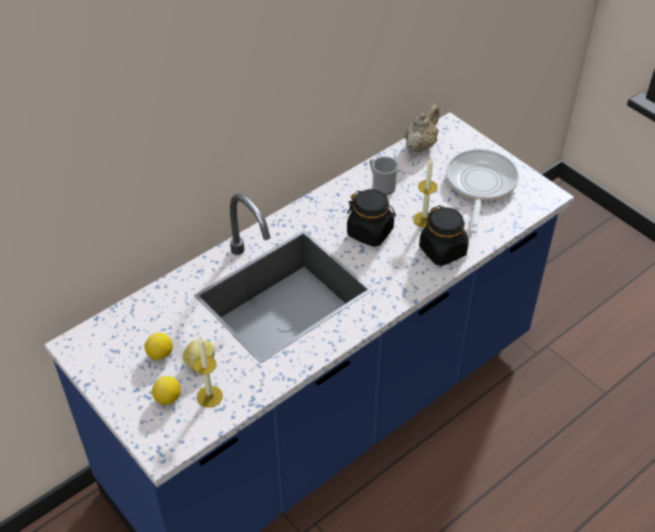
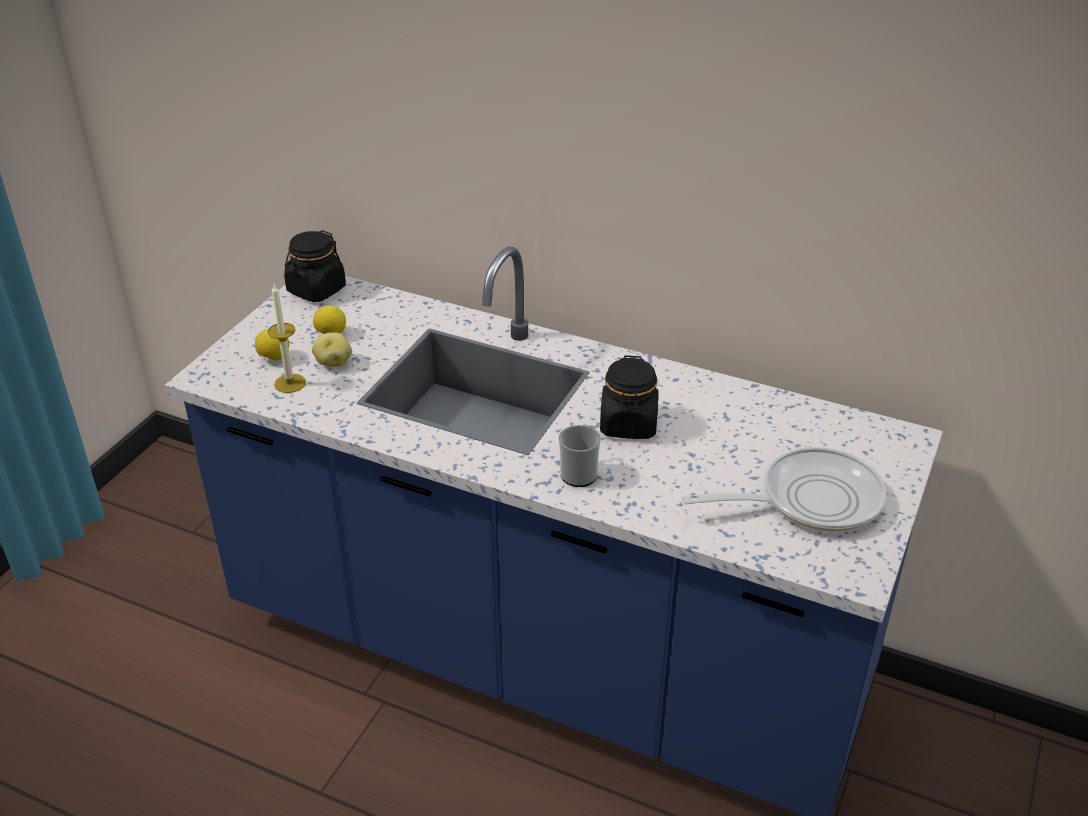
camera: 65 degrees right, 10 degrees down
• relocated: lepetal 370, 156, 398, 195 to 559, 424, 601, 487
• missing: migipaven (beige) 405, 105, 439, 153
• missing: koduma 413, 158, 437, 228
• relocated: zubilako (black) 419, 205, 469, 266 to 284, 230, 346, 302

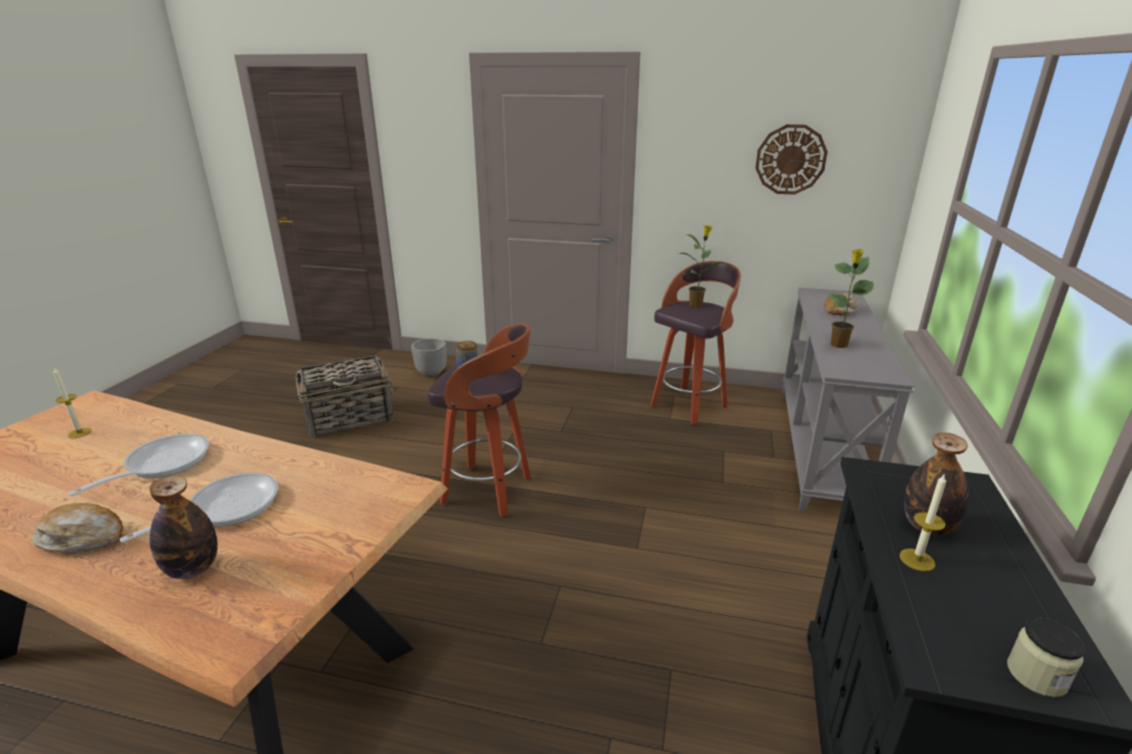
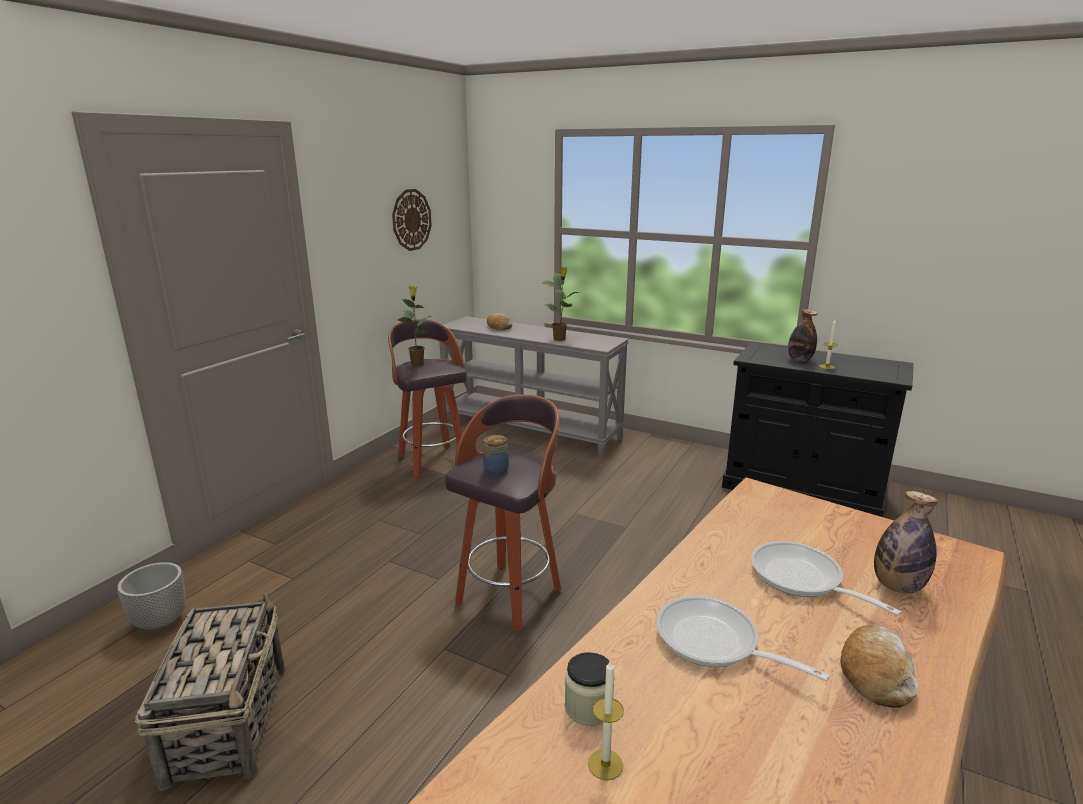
camera: 75 degrees left, 5 degrees down
• relocated: zubilako 1007, 618, 1085, 697 to 565, 652, 614, 726

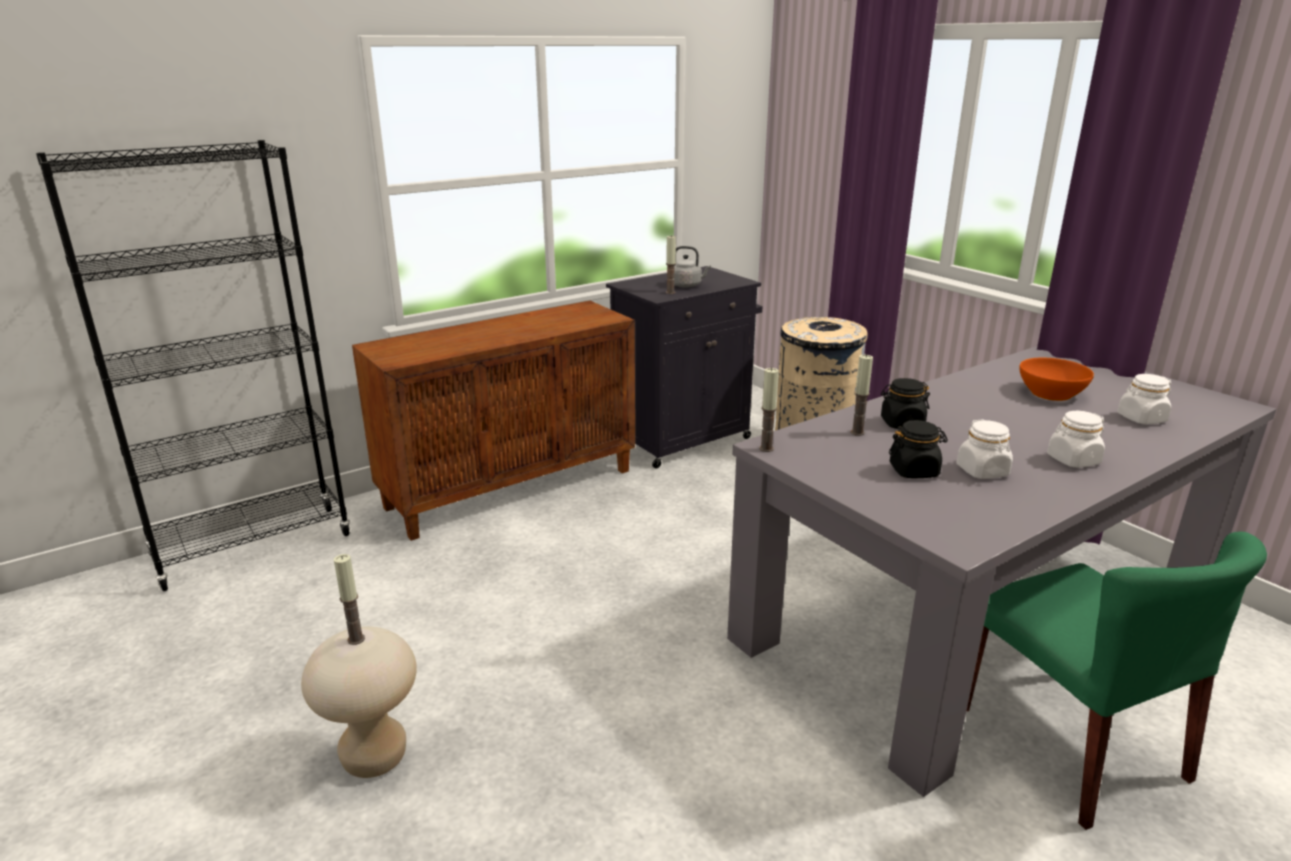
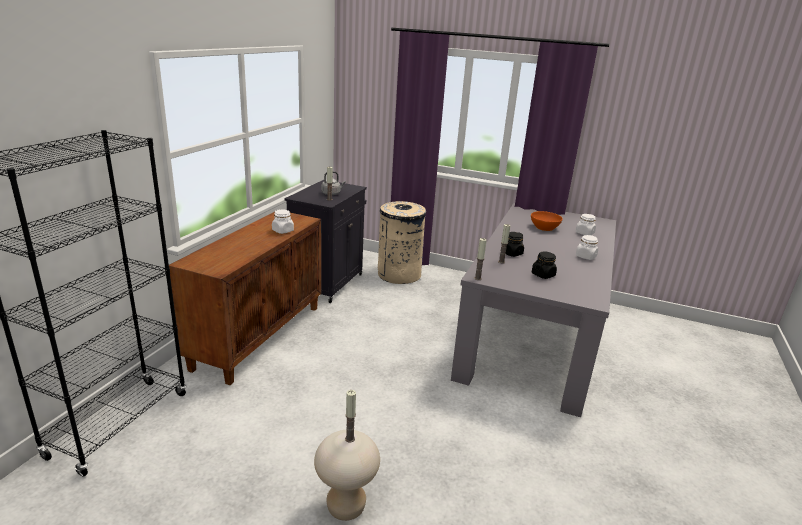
camera: 35 degrees left, 0 degrees up
• relocated: zubilako (white) 957, 419, 1013, 479 to 272, 210, 294, 234
• missing: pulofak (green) 966, 532, 1267, 830

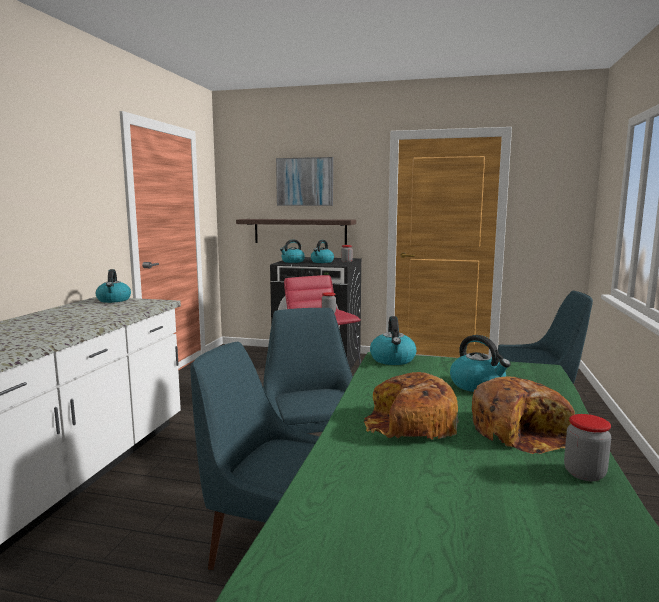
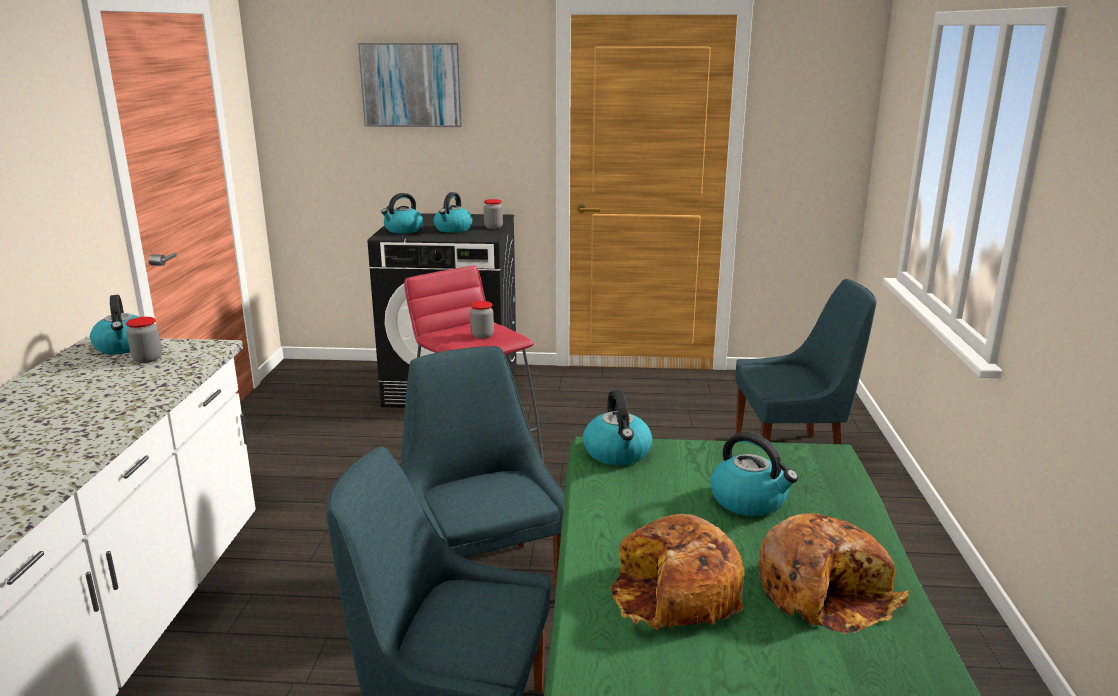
camera: 10 degrees left, 10 degrees up
• missing: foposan 236, 219, 356, 245
• relocated: zubilako 564, 414, 611, 481 to 126, 317, 162, 363

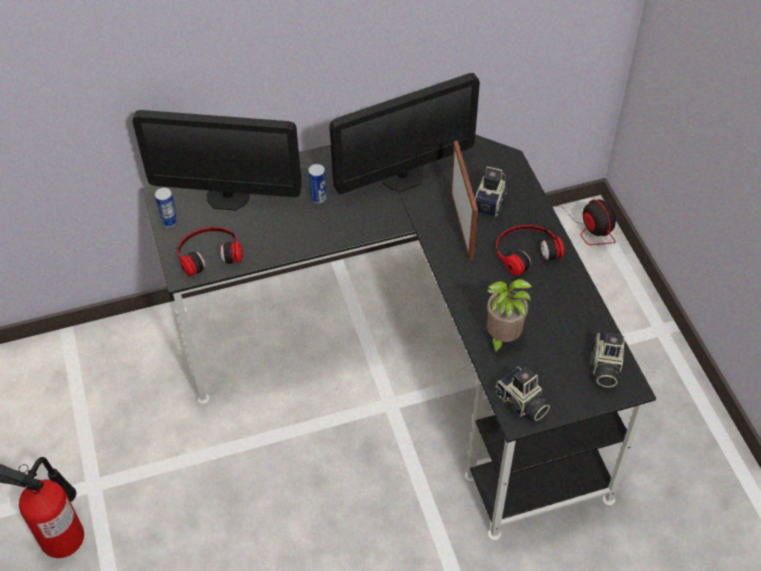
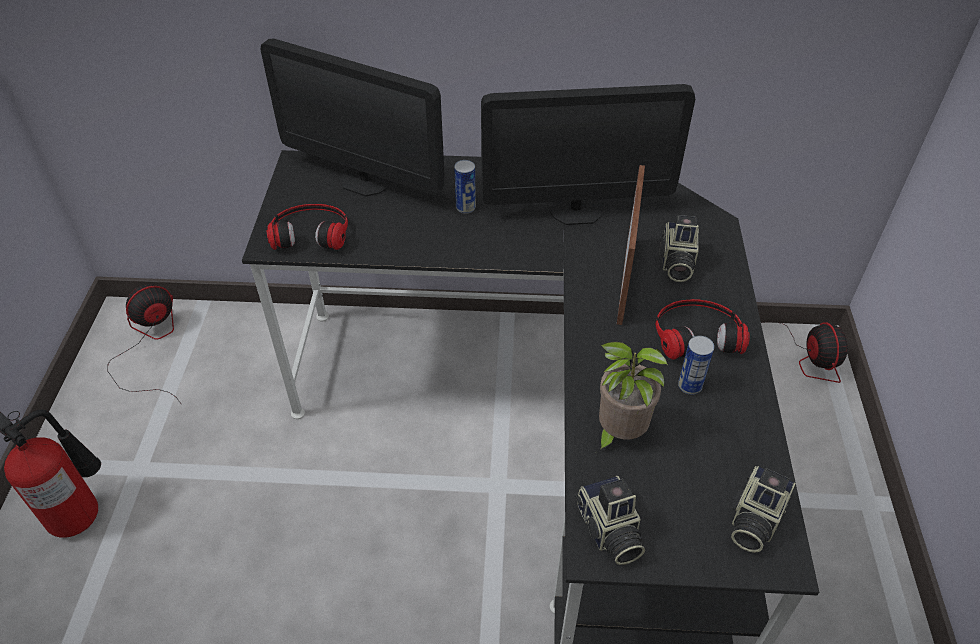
camera: 20 degrees right, 5 degrees down
• relocated: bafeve 155, 188, 178, 228 to 678, 336, 714, 395
• spun: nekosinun 475, 166, 508, 217 = 659, 215, 699, 282 150 degrees clockwise
• appeared: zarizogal 107, 284, 181, 404

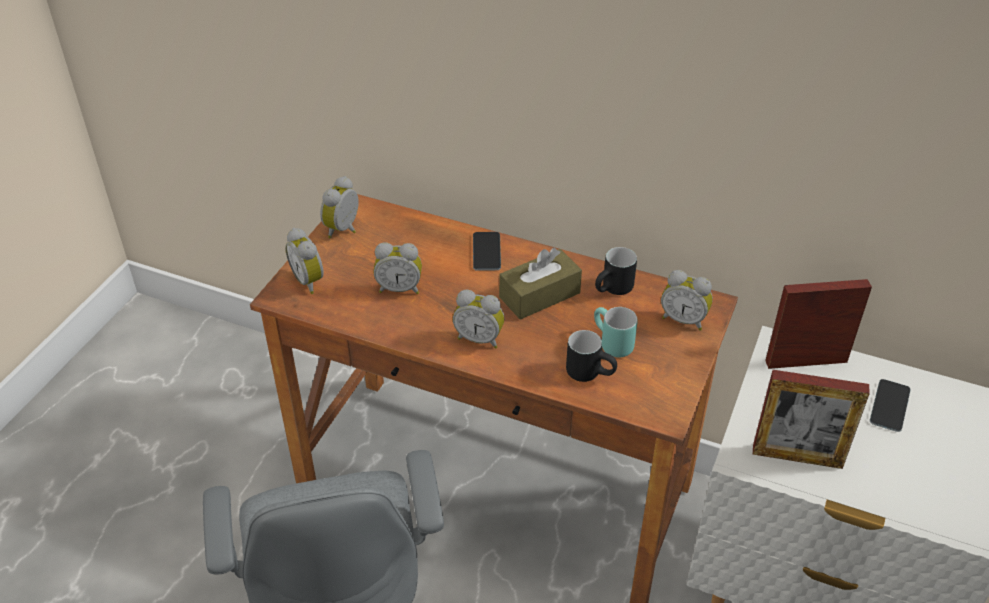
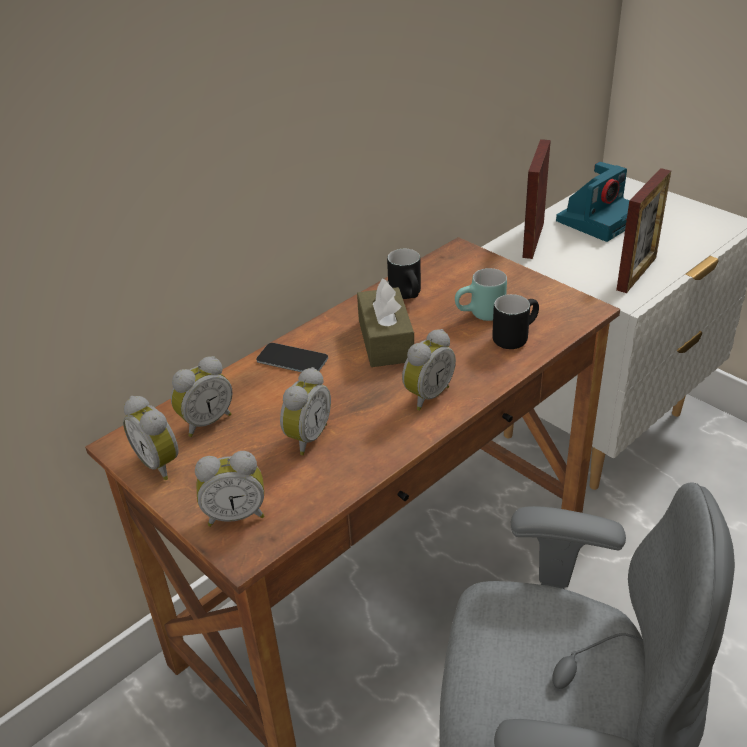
camera: 65 degrees left, 5 degrees down
• relocated: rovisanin 661, 270, 713, 331 to 171, 356, 232, 437
• exchanged: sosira 870, 379, 910, 432 to nekosinun 556, 162, 629, 242

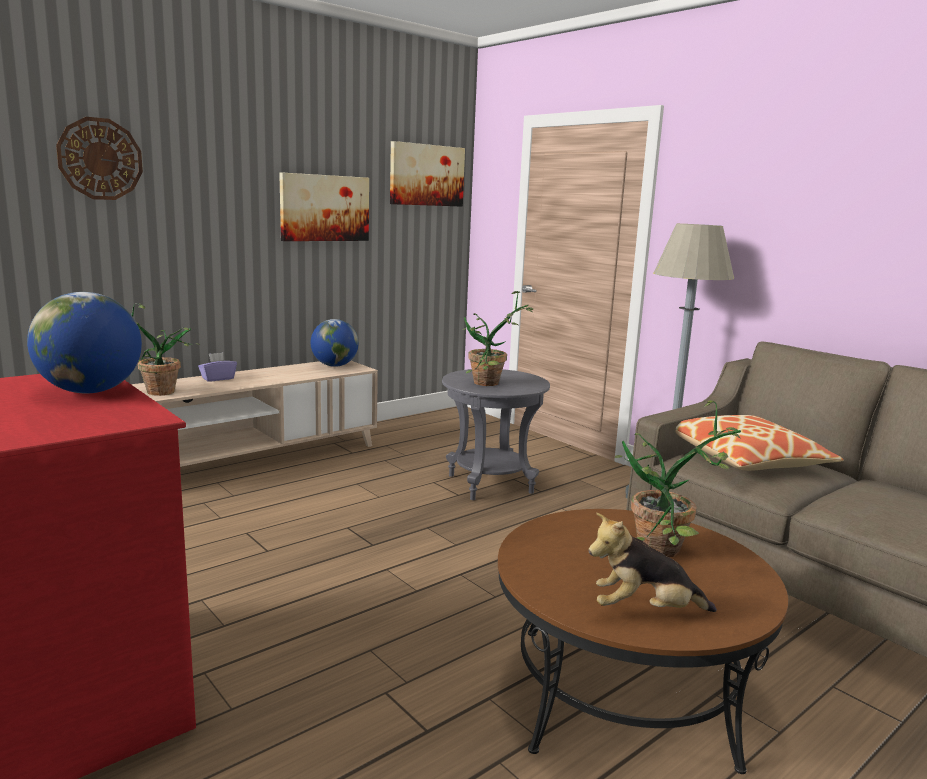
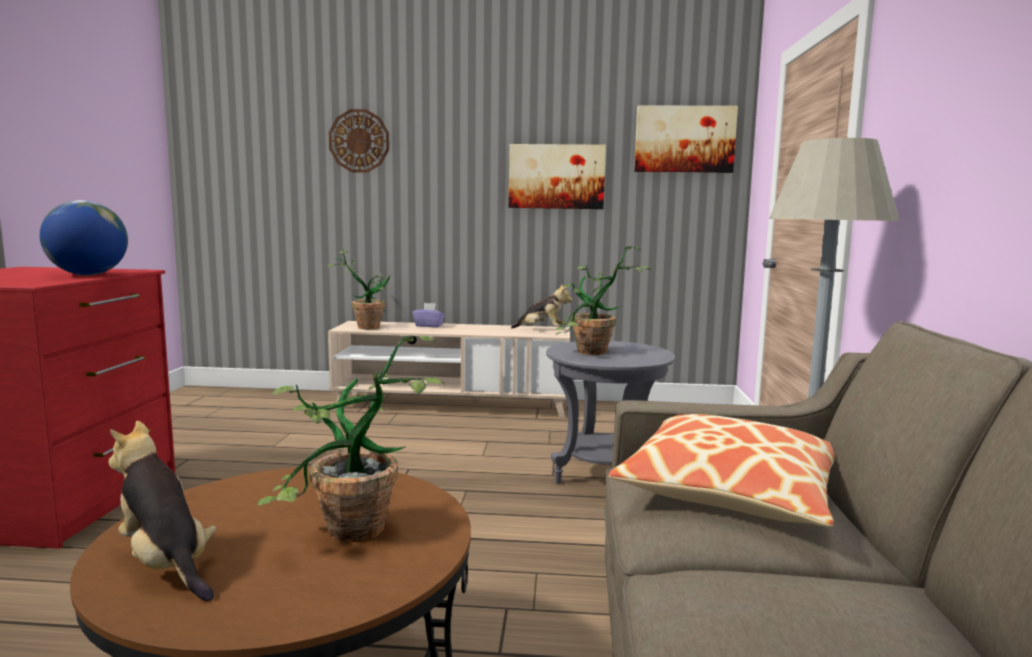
camera: 45 degrees right, 5 degrees down
• exchanged: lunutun 311, 319, 359, 367 to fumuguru 511, 285, 573, 329

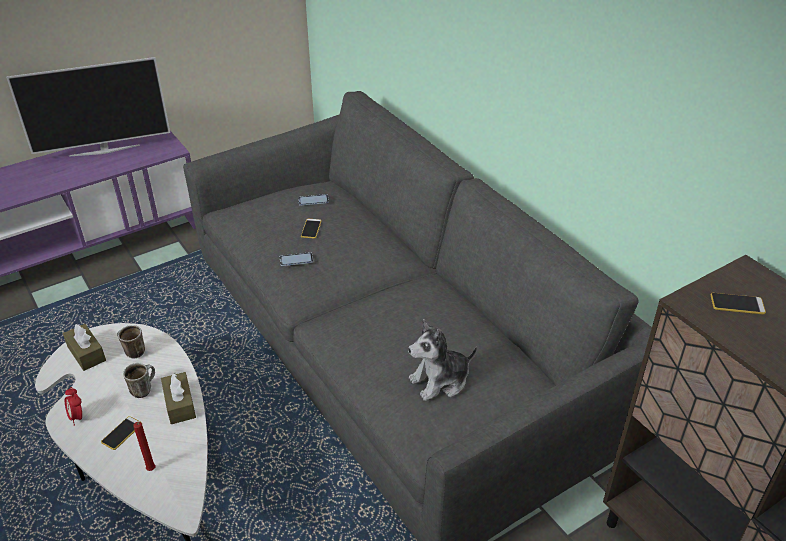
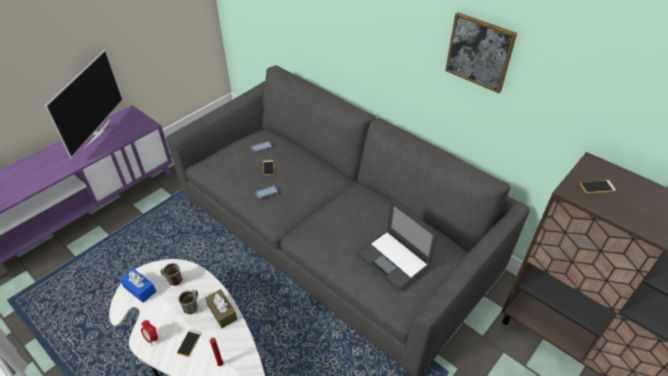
camera: 15 degrees left, 5 degrees up
• spun: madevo 6, 57, 170, 157 = 45, 50, 123, 158 45 degrees counterclockwise
• colour: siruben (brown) 63, 324, 106, 371 to siruben (blue) 120, 269, 156, 303
• exchanged: fumuguru 408, 319, 477, 401 to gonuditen 356, 200, 438, 291
• appeared: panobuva 445, 12, 517, 93

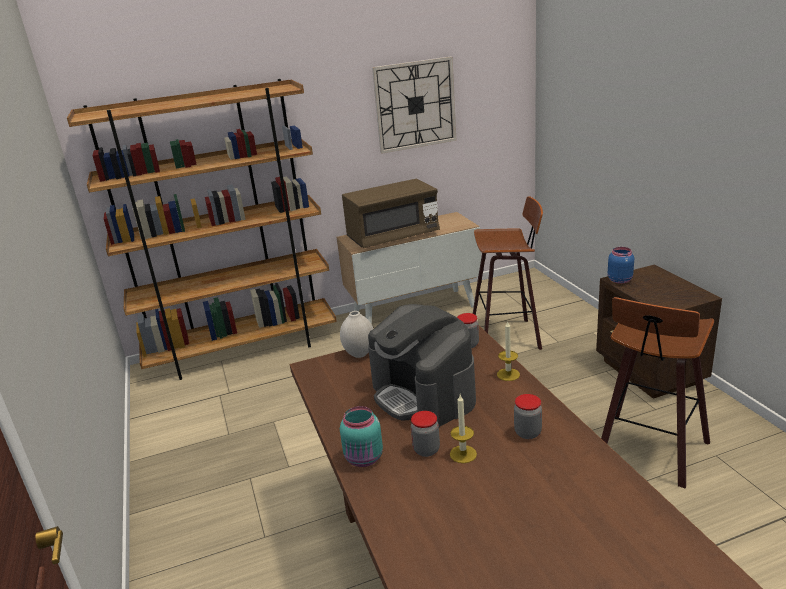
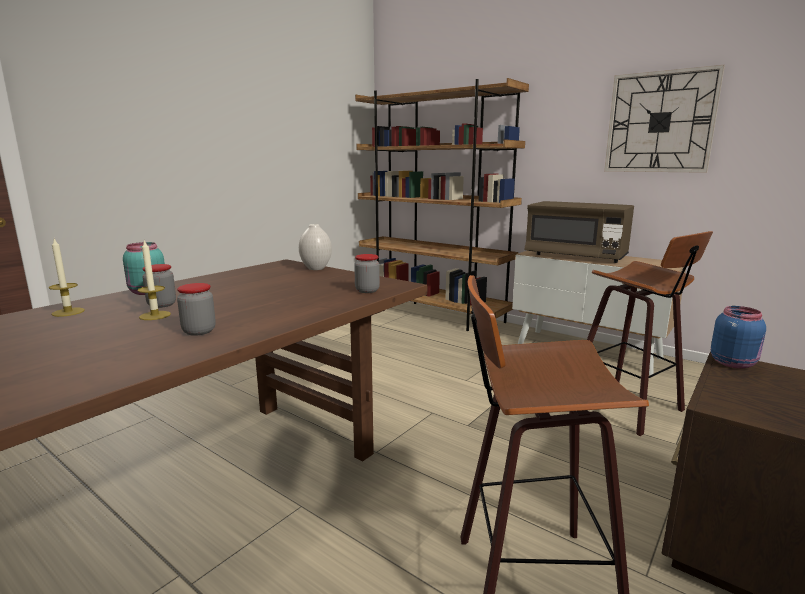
camera: 55 degrees right, 10 degrees down
• missing: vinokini 368, 304, 476, 428
• relocated: koduma 497, 320, 520, 381 to 49, 239, 85, 317

